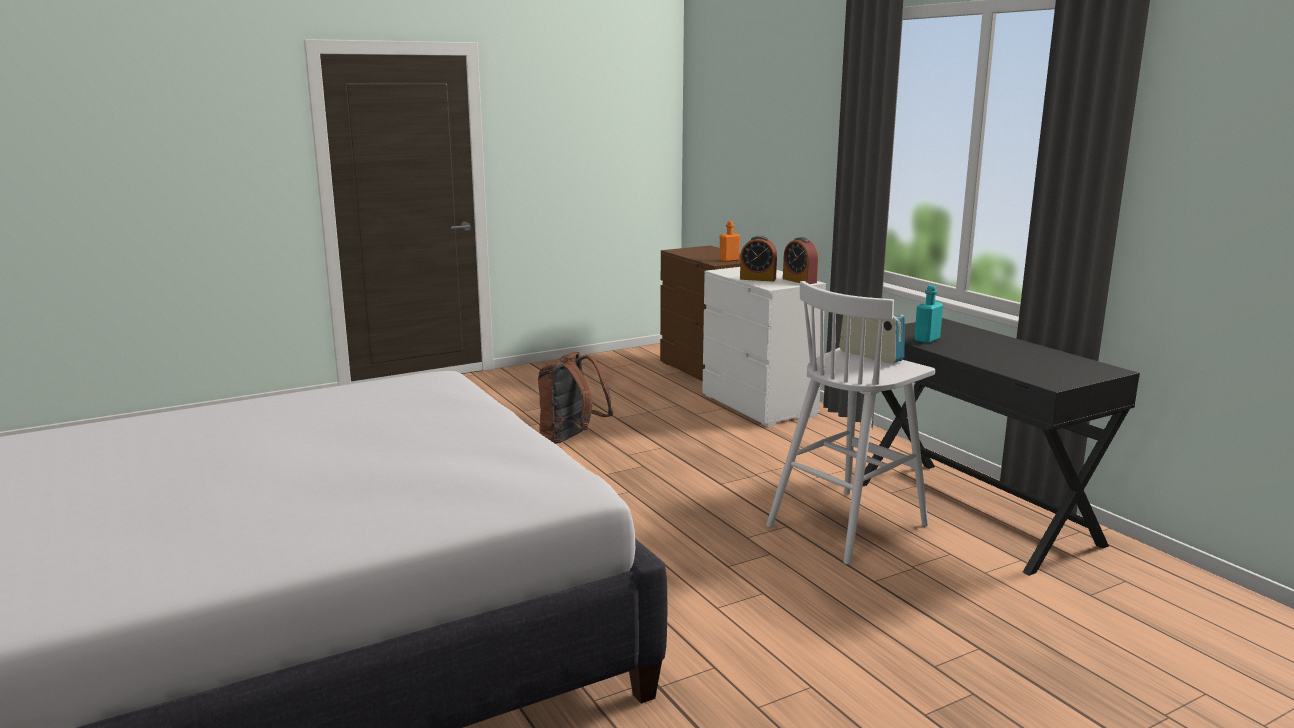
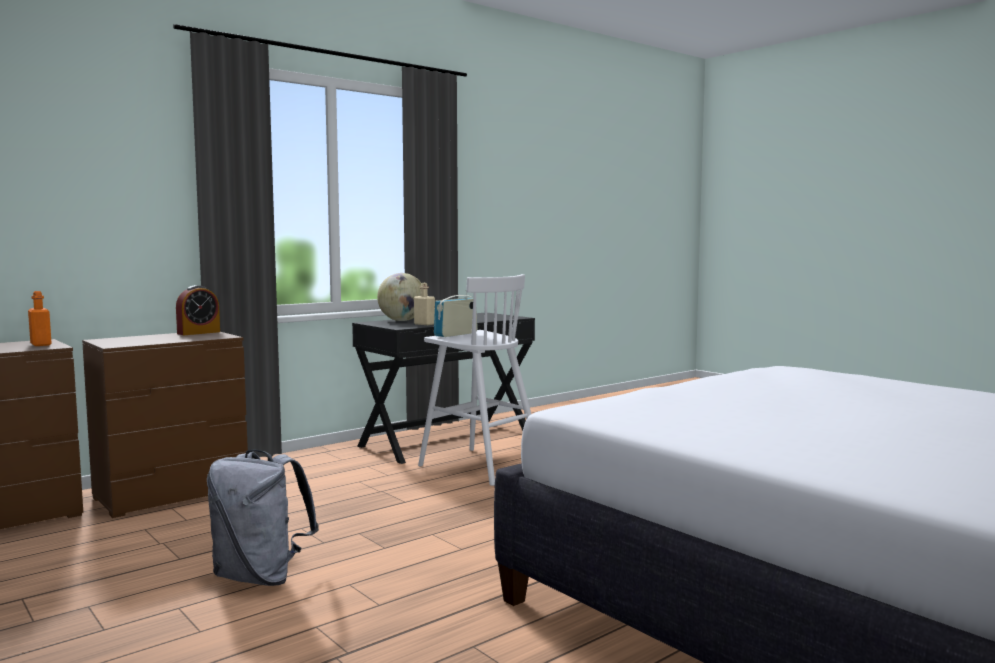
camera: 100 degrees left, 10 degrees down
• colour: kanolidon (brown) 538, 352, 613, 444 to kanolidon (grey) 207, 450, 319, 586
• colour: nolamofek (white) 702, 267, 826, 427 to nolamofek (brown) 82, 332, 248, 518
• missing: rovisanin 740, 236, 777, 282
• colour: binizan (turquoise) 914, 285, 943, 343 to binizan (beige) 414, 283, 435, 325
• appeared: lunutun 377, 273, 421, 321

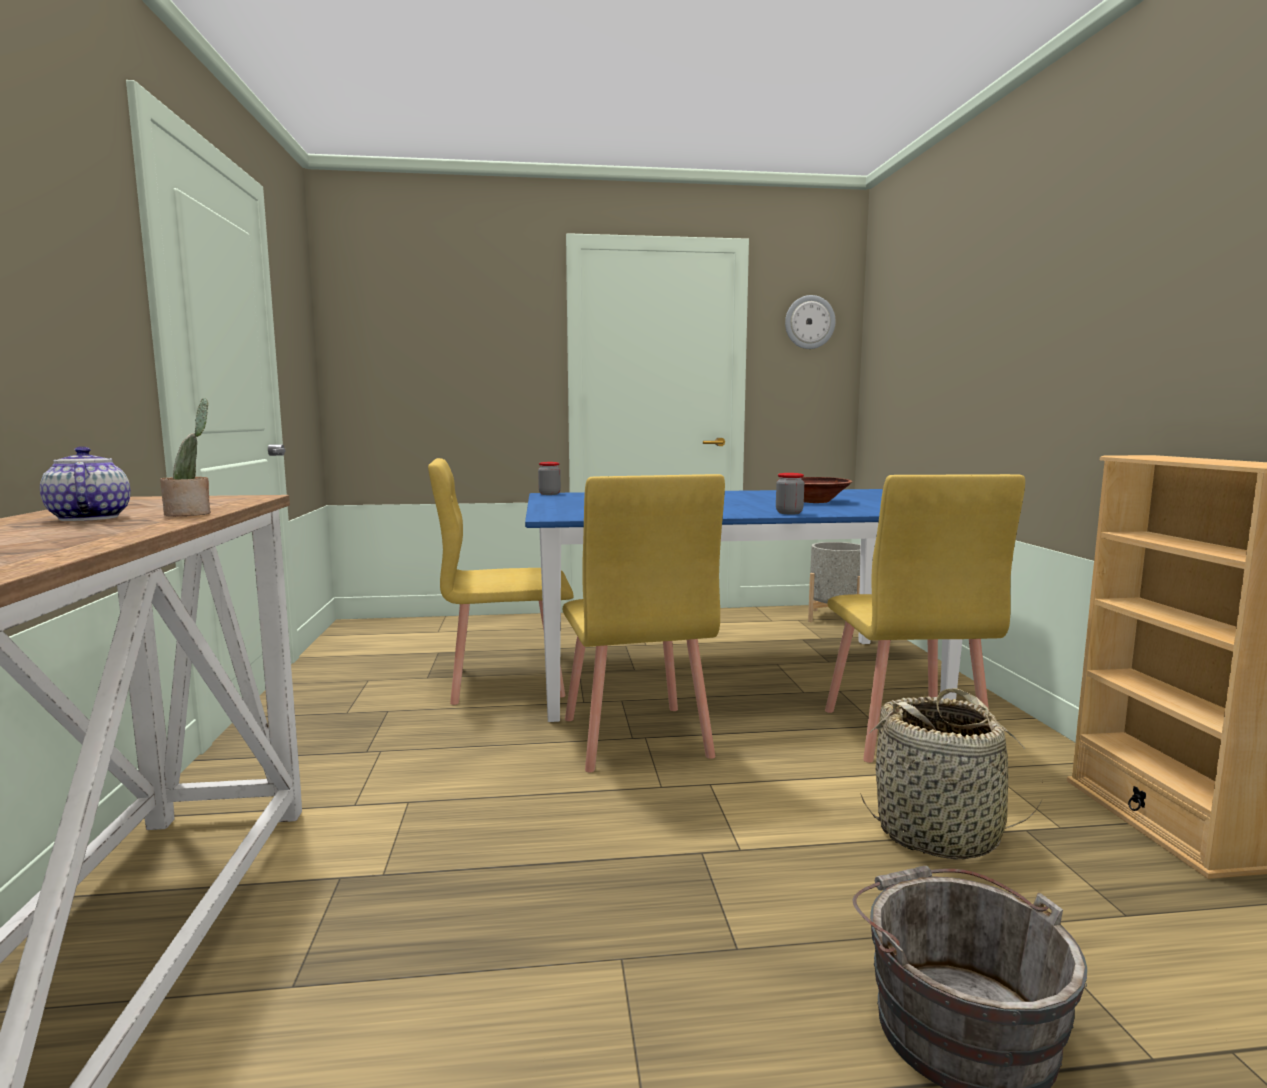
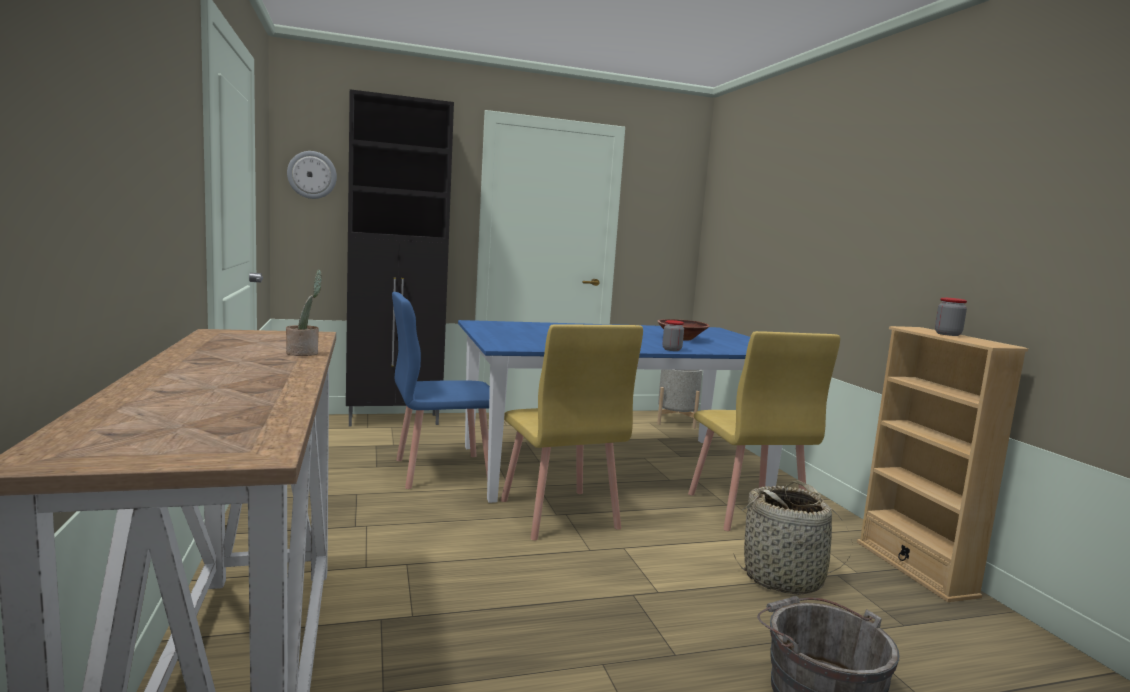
camera: 10 degrees left, 0 degrees up
• missing: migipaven 40, 446, 131, 521
• colour: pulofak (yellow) 428, 458, 574, 705 to pulofak (blue) 392, 292, 490, 489
• relocated: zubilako 538, 462, 561, 495 to 935, 298, 967, 336
• relocated: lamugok 785, 295, 836, 349 to 287, 151, 337, 199
• appeared: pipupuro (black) 346, 89, 454, 426

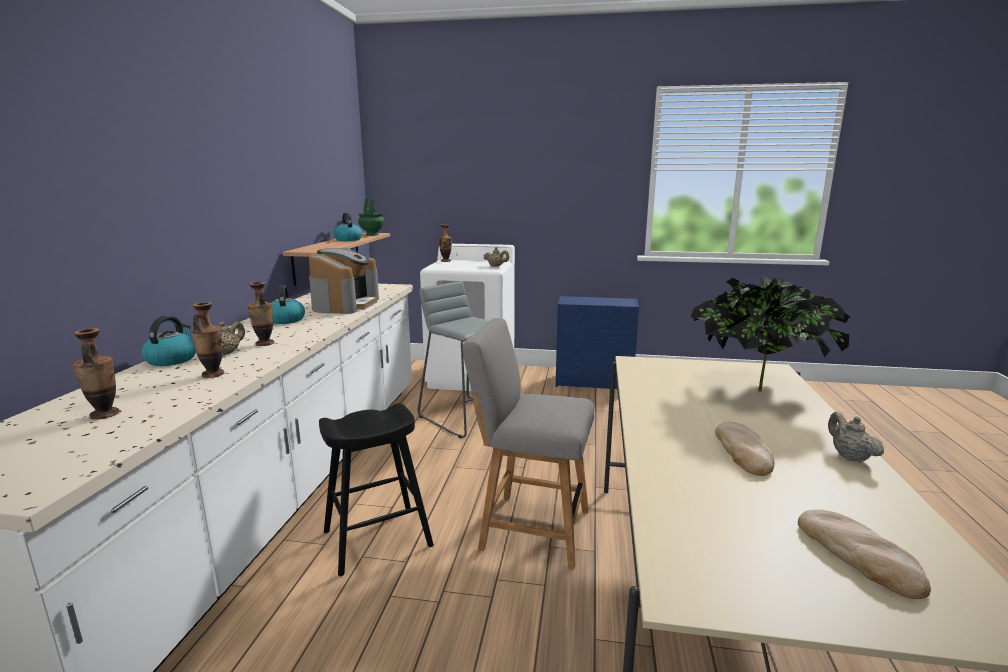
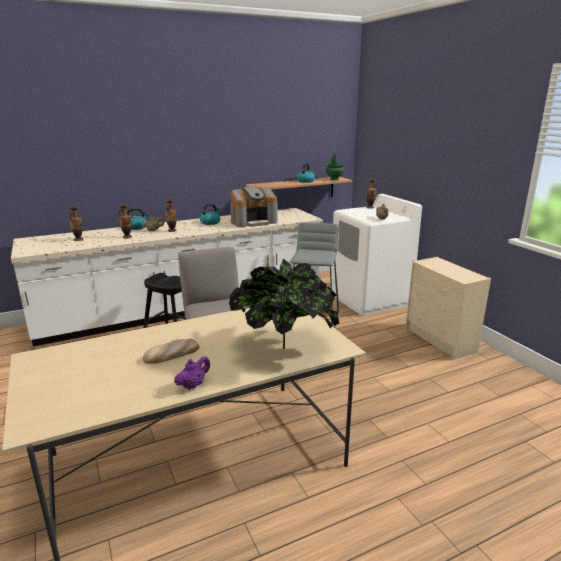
camera: 55 degrees right, 5 degrees up
• colour: nolamofek (blue) 555, 296, 639, 389 to nolamofek (beige) 405, 257, 491, 360
• missing: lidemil 798, 509, 931, 599
• colour: migipaven (beige) 828, 411, 884, 462 to migipaven (purple) 174, 356, 210, 390

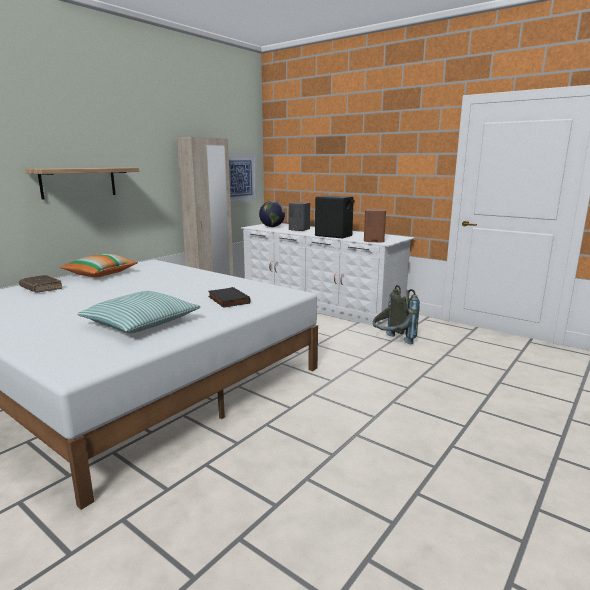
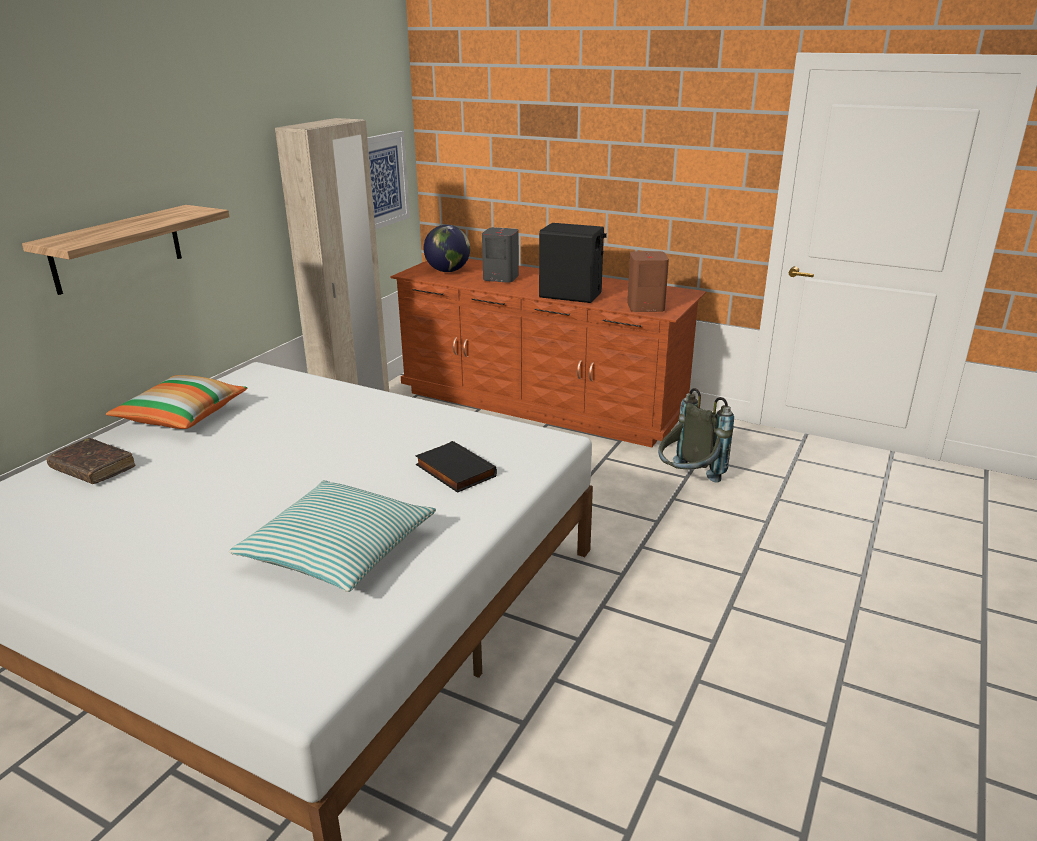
camera: 10 degrees left, 10 degrees up
• colour: nolamofek (white) 240, 223, 415, 326 to nolamofek (brown) 391, 259, 706, 447

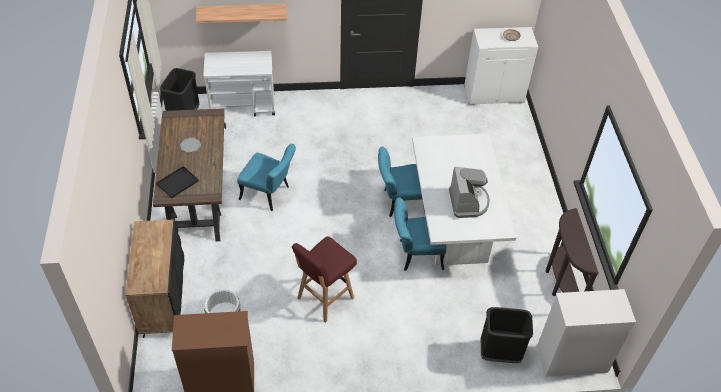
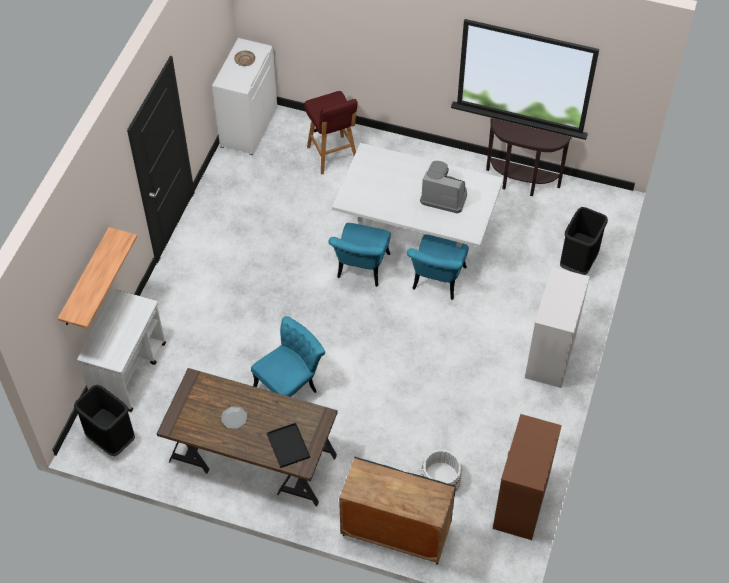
camera: 65 degrees left, 5 degrees up
• relocated: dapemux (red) 292, 236, 357, 323 to 304, 91, 358, 175
• relocated: nolamofek (white) 537, 289, 636, 377 to 525, 267, 590, 388

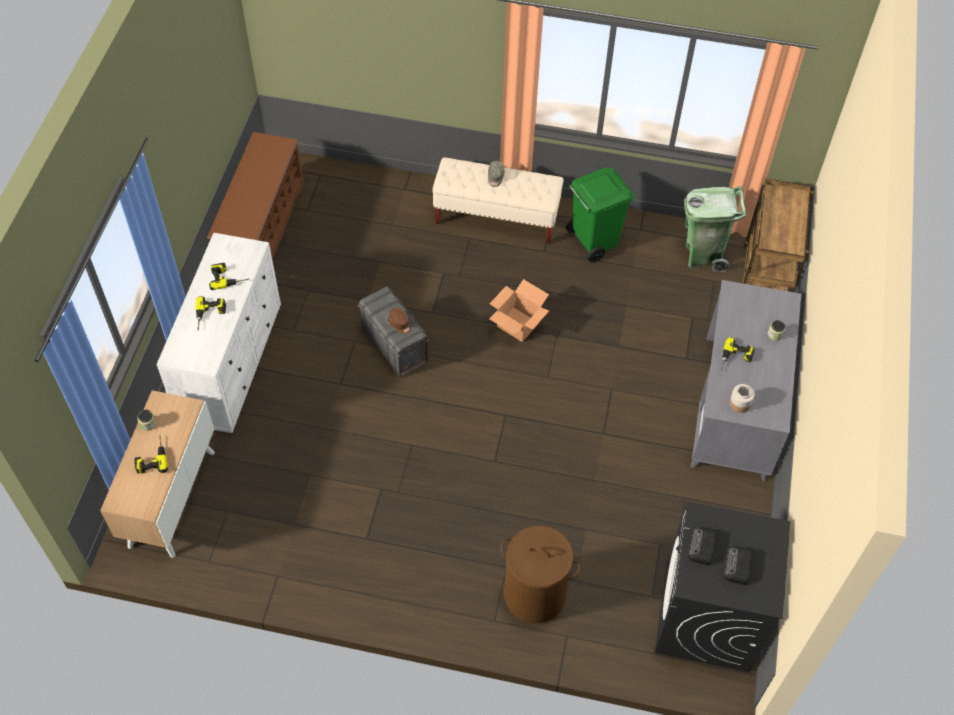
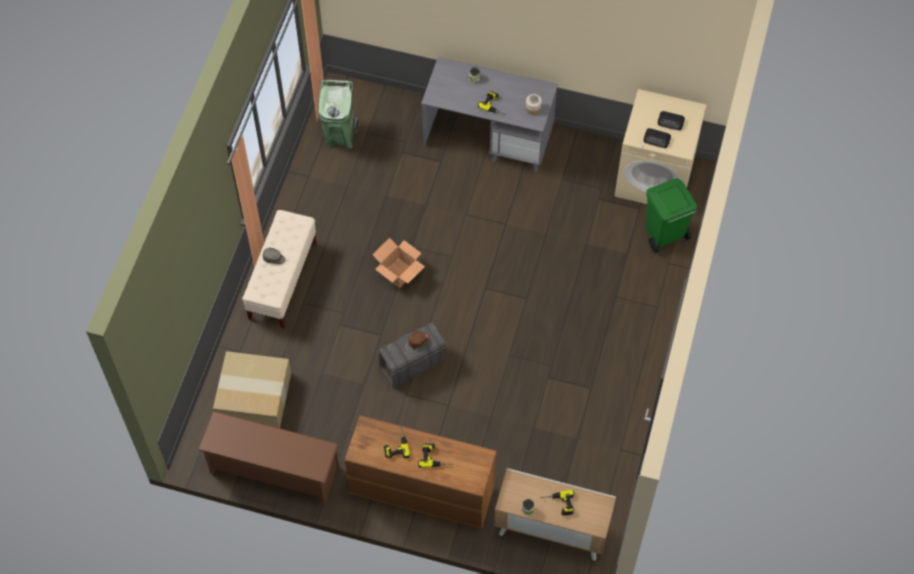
camera: 85 degrees left, 5 degrees up
• colour: nolamofek (white) 156, 233, 281, 433 to nolamofek (brown) 345, 415, 496, 529
• missing: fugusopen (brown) 500, 526, 580, 623
• relocated: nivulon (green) 566, 167, 634, 262 to 646, 178, 697, 253
• colour: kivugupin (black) 655, 502, 790, 672 to kivugupin (beige) 614, 89, 706, 204
• missing: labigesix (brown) 743, 178, 813, 292
• appeared: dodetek 213, 351, 291, 428

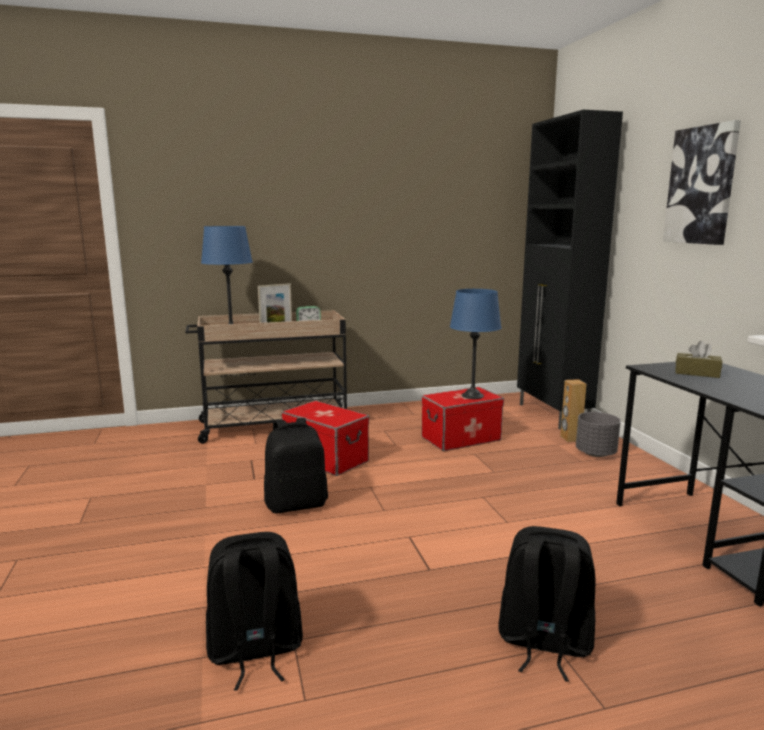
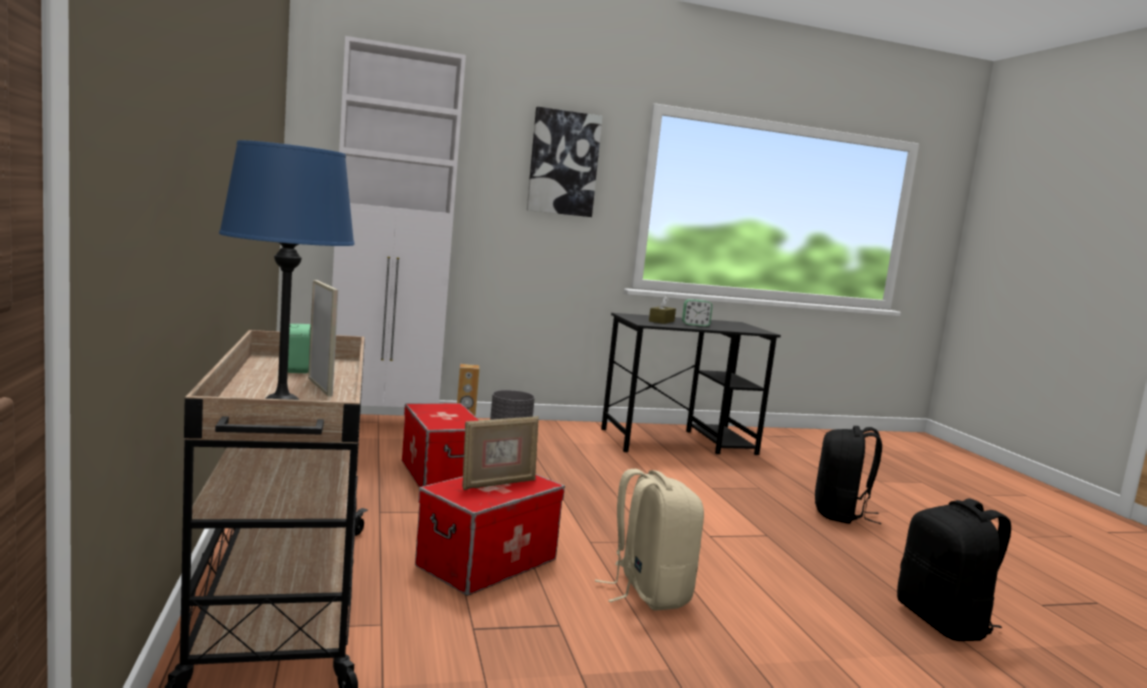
camera: 90 degrees left, 5 degrees down
• colour: kanolidon (black) 264, 418, 328, 513 to kanolidon (beige) 595, 469, 704, 611
• missing: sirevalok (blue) 450, 289, 501, 399
• colour: pipupuro (black) 517, 110, 623, 429 to pipupuro (white) 332, 36, 466, 407
• appeared: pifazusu 462, 416, 539, 490
• appeared: rovisanin 682, 299, 713, 326

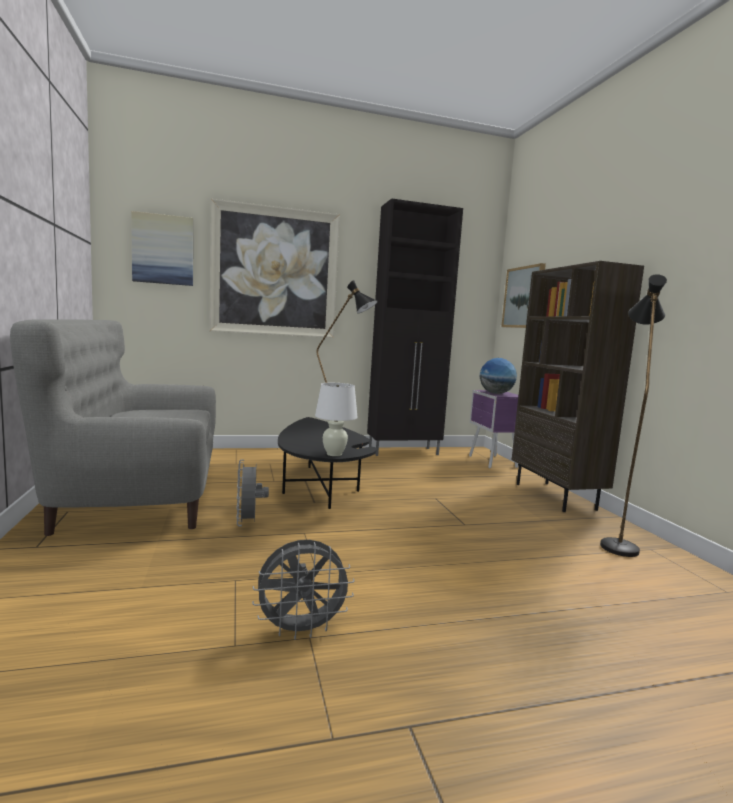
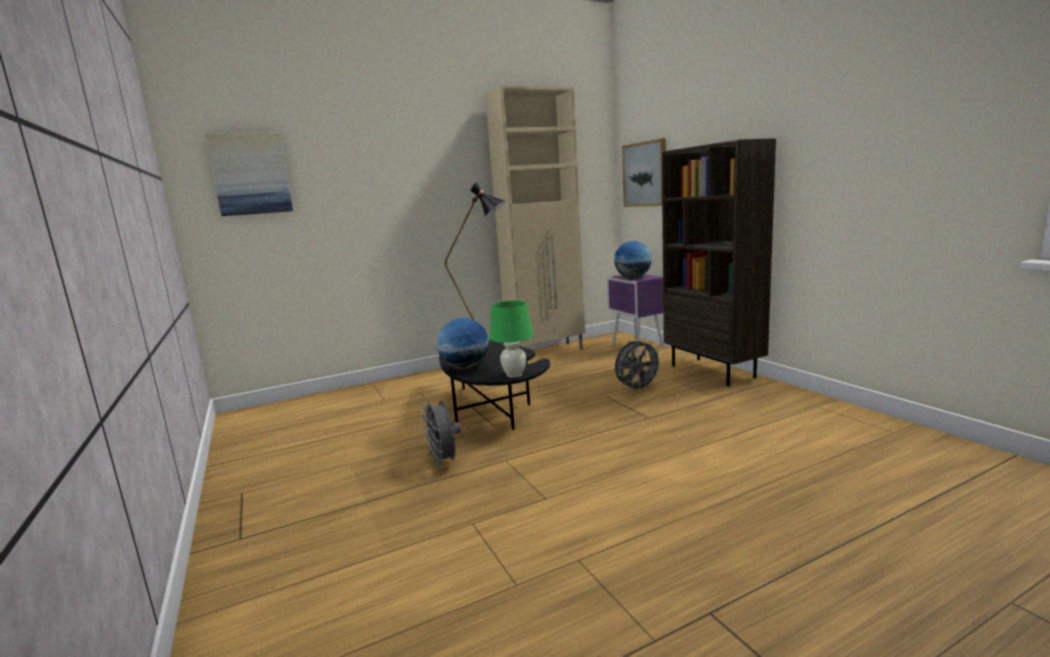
camera: 10 degrees left, 5 degrees up
• missing: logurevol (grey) 10, 319, 216, 536
• missing: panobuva 209, 199, 340, 338
• relocated: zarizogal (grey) 252, 540, 355, 640 to 615, 340, 663, 392
• colour: sirevalok (white) 315, 383, 358, 456 to sirevalok (green) 489, 301, 533, 378
• colour: pipupuro (black) 367, 198, 463, 456 to pipupuro (beige) 485, 85, 585, 350
• missing: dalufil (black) 600, 274, 667, 557
• appeared: lunutun 437, 318, 489, 369

